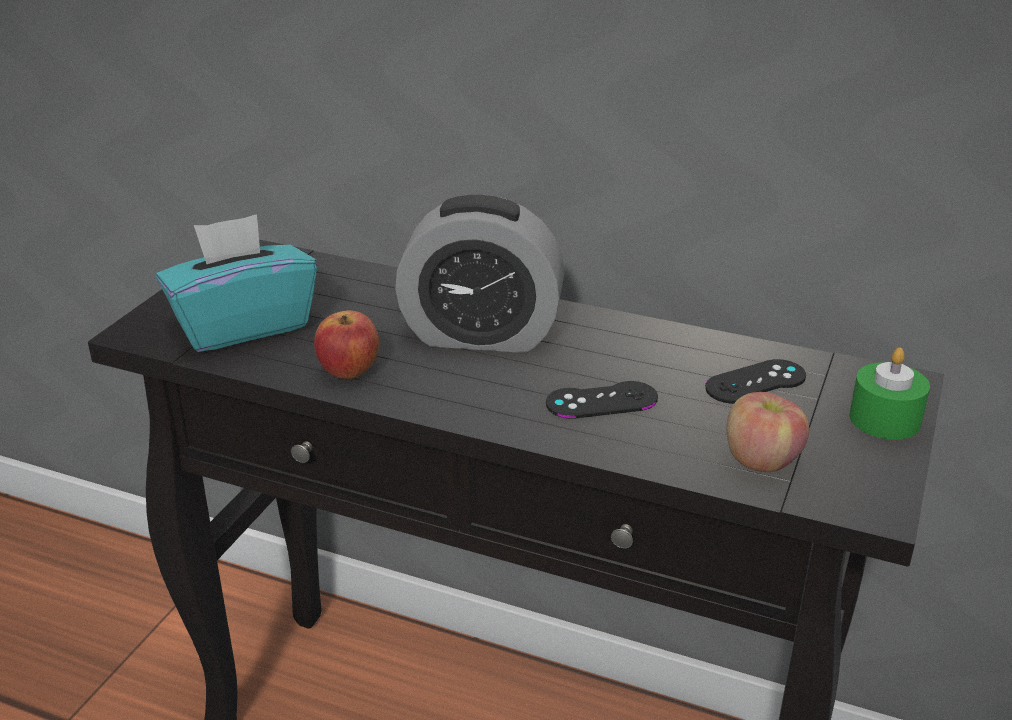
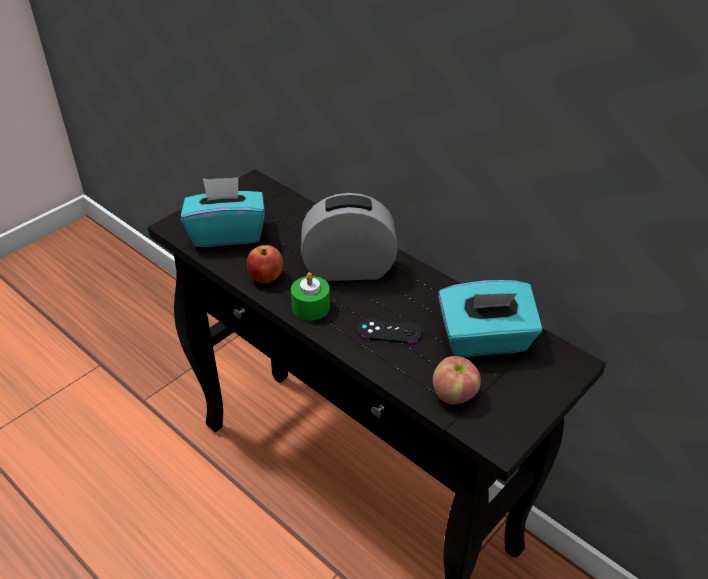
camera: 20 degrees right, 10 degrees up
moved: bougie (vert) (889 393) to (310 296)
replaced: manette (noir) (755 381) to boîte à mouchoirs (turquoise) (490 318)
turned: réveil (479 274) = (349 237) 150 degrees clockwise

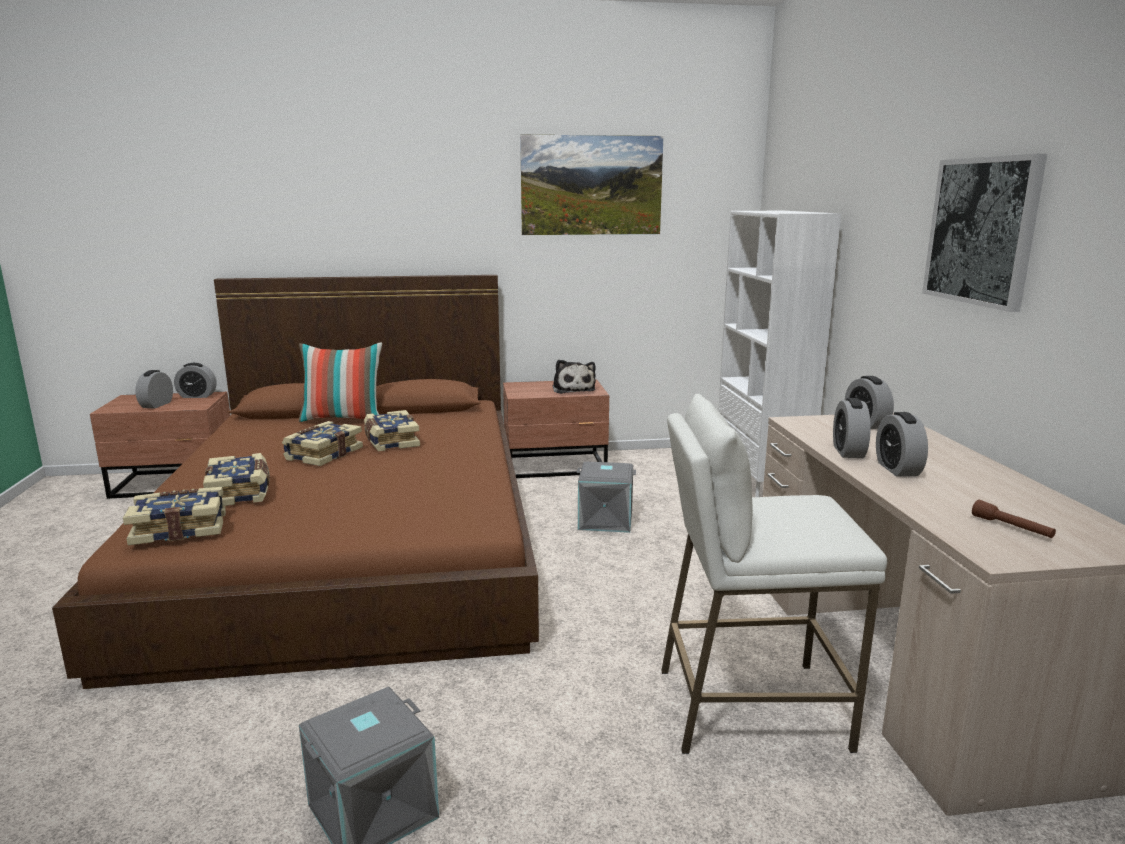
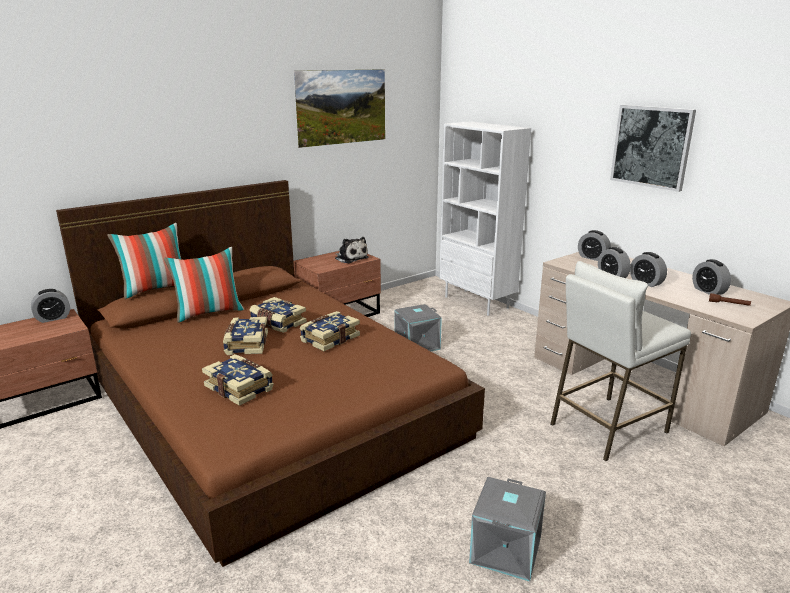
camera: 30 degrees left, 5 degrees up
added: coussin (144 261)
moved: réveil (154 389) to (711 277); livre (174 516) to (330 331)

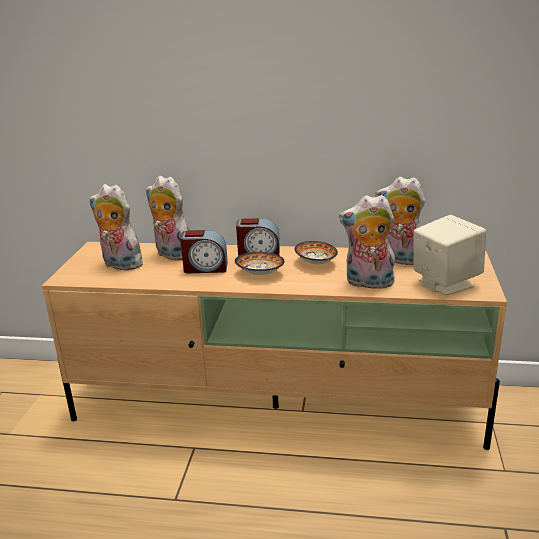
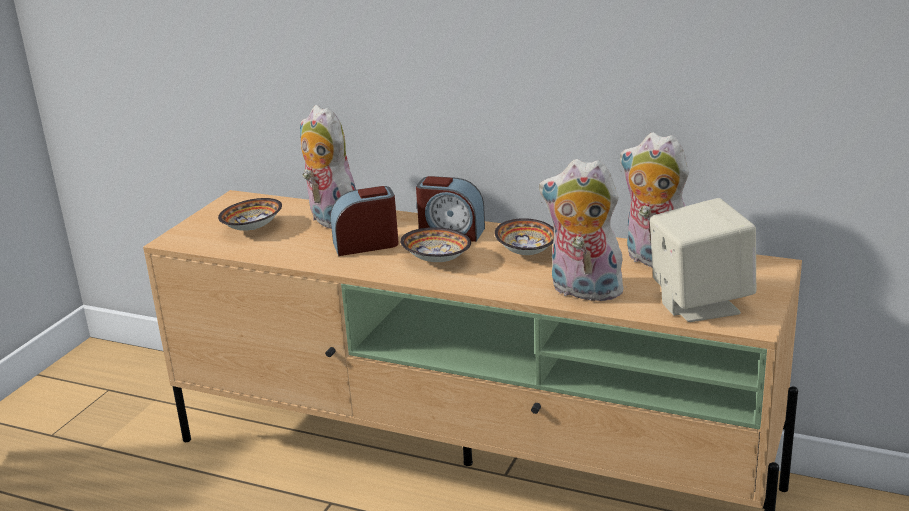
camera: 15 degrees right, 0 degrees up
replaced: peluche (117 227) to bol (250 214)
turned: réveil (204 251) = (364 221) 150 degrees clockwise

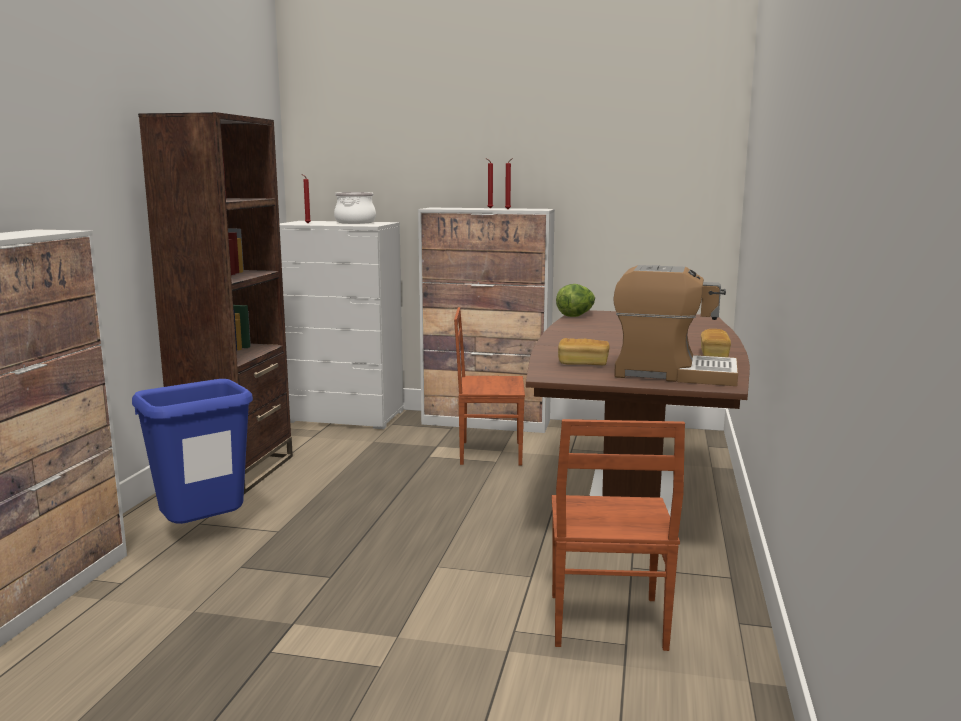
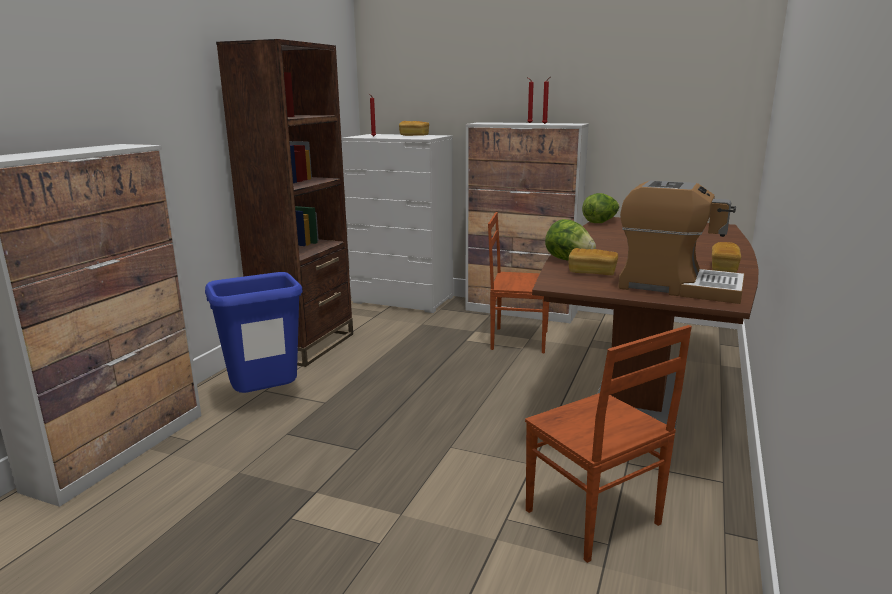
camera: 10 degrees right, 5 degrees up
added: laitue (570 240)
replaced: marmite (355 208) to pain (414 128)
turned: chaise (marron) (618 535) = (608 444) 45 degrees counterclockwise

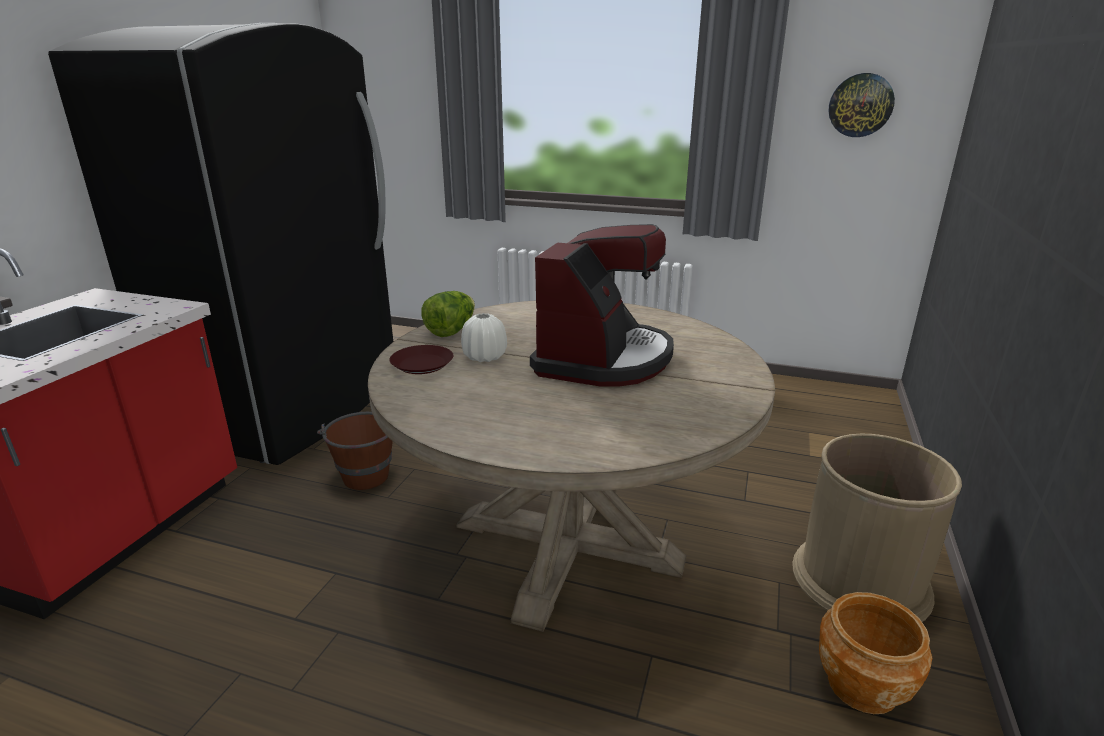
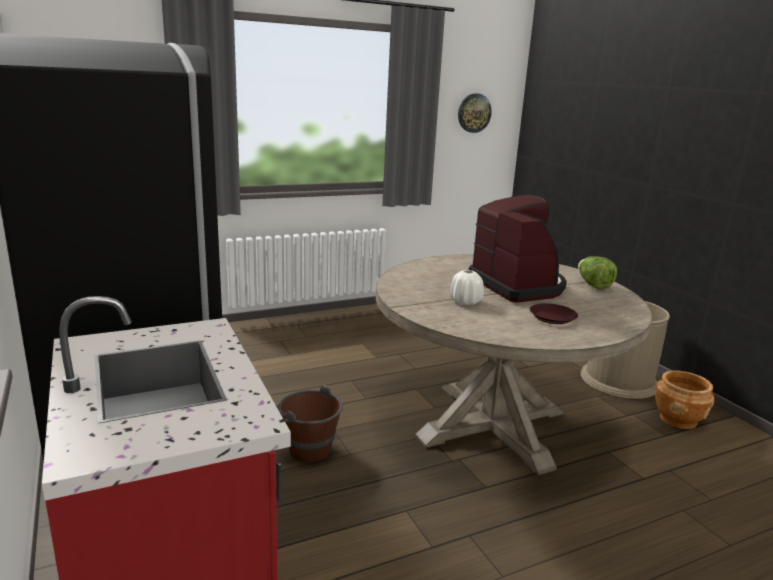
camera: 45 degrees left, 5 degrees down
moved: laitue (448 314) to (597 272); assiette (marron) (421 359) to (554 313)

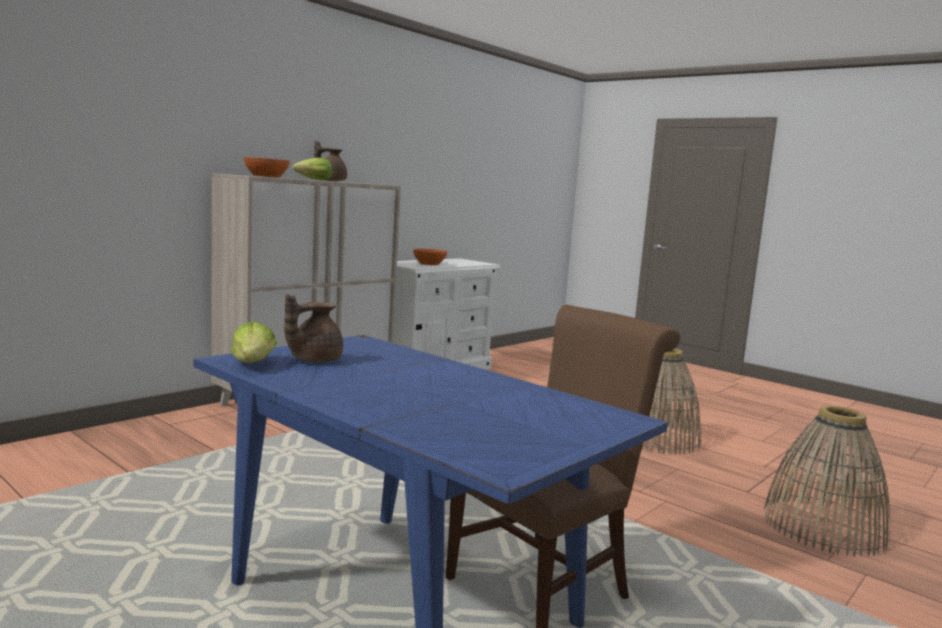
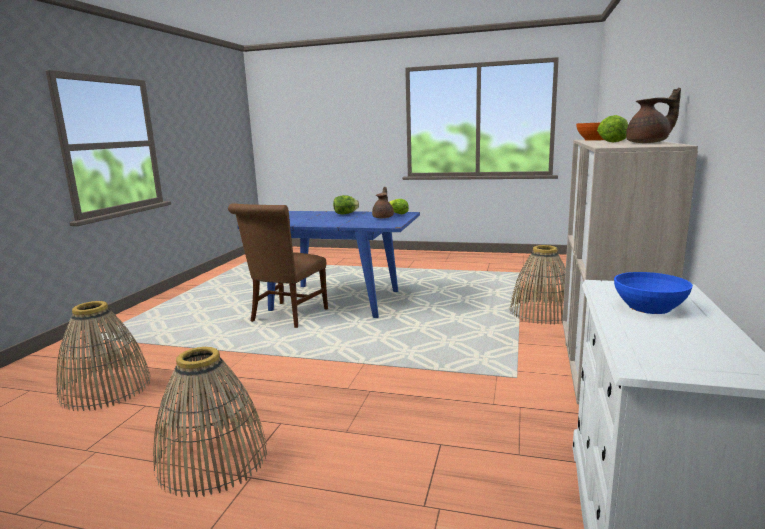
camera: 155 degrees right, 5 degrees up
added: laitue (346 205); panier (537 285)
recoloured: bol (orange) (430 257) to bol (bleu) (653 293)

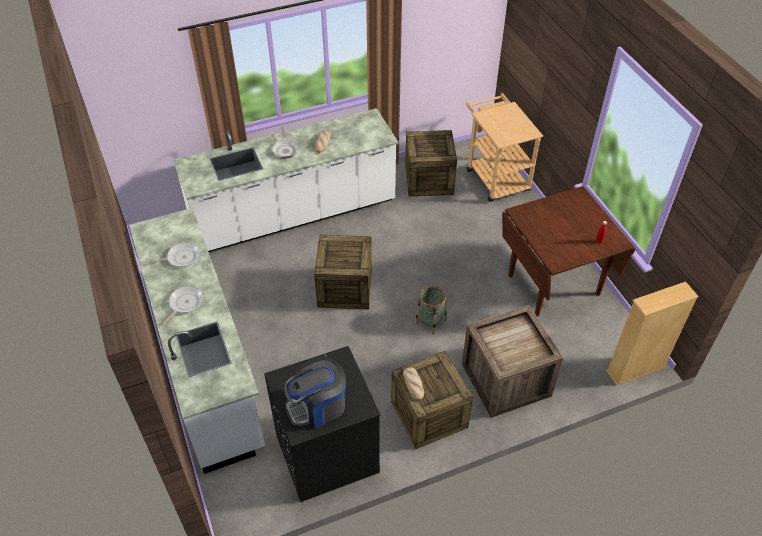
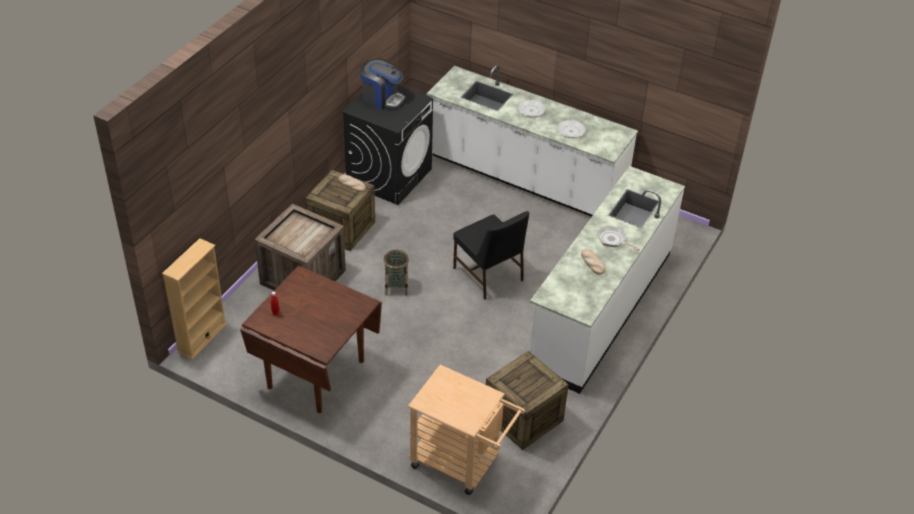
camera: 140 degrees right, 5 degrees down
replaced: caisse (343 272) to chaise (noir) (491 255)
turned: machine à café (315 392) = (383 84) 90 degrees clockwise

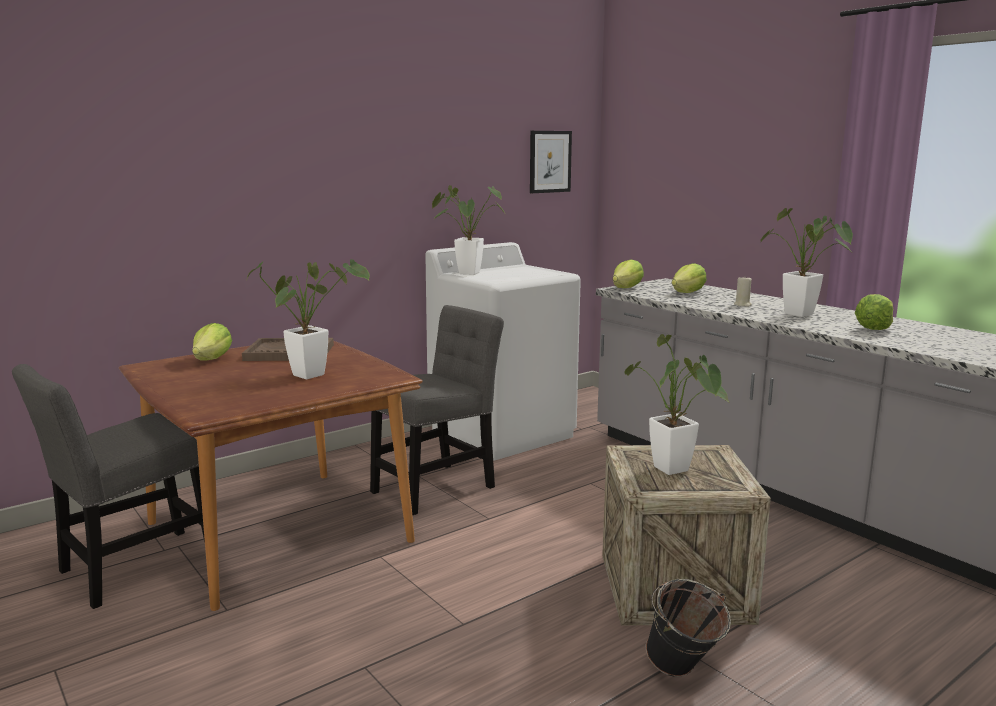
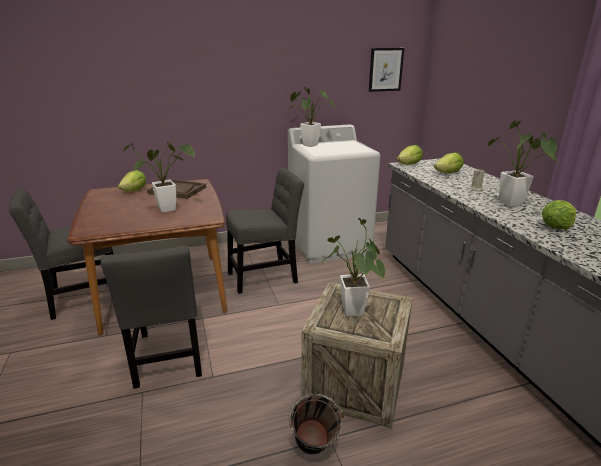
camera: 20 degrees right, 10 degrees up
added: chaise (gris) (151 317)

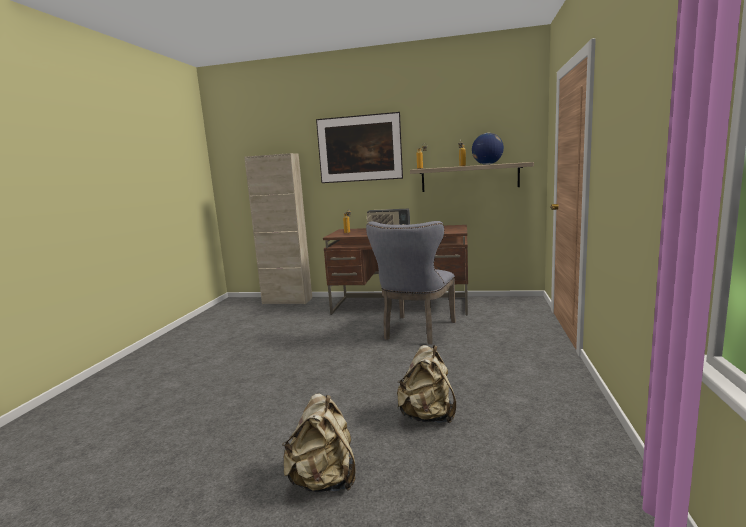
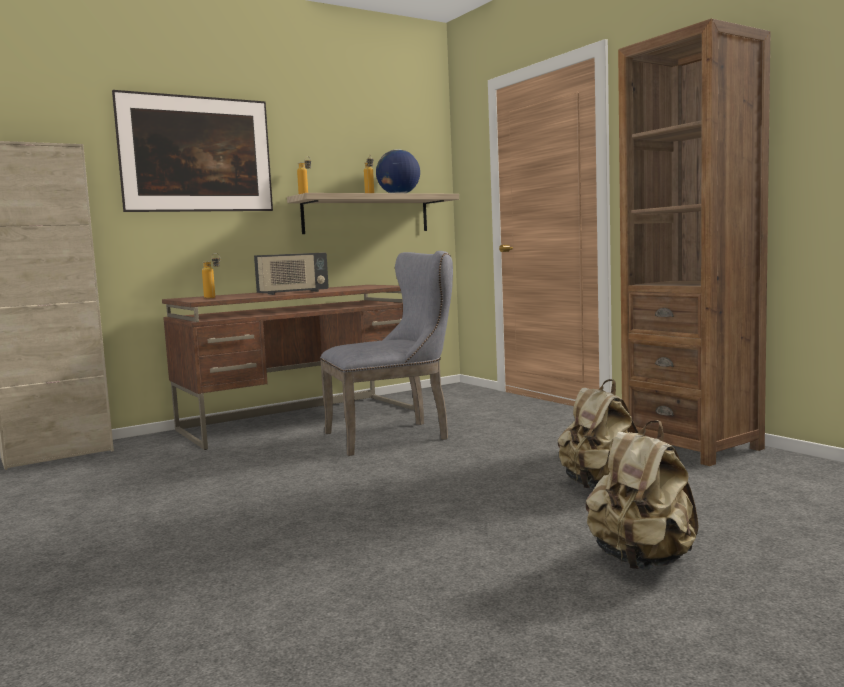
camera: 45 degrees left, 5 degrees down
added: bibliothèque (marron) (694 242)
turned: chaise (gris) (411 283) = (386 353) 90 degrees counterclockwise

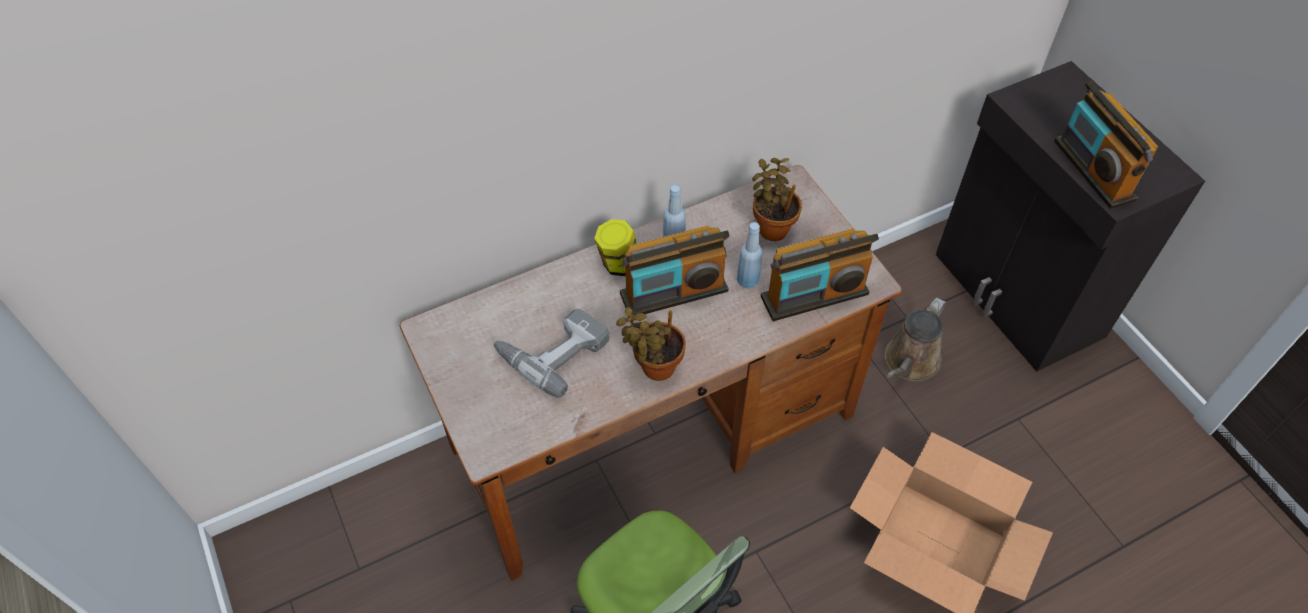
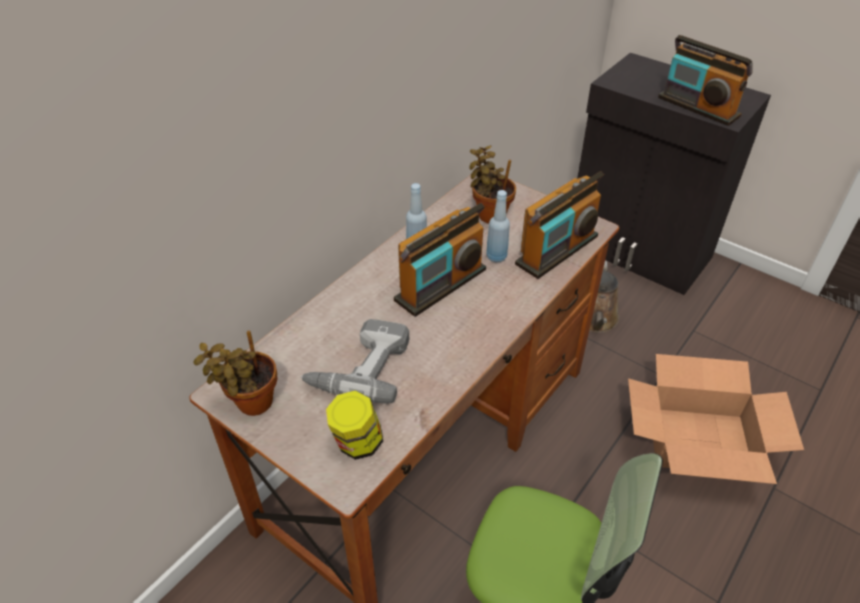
camera: 25 degrees left, 10 degrees down
moved: bocal (615 247) to (354 425); plante en pot (651 344) to (235 373)

